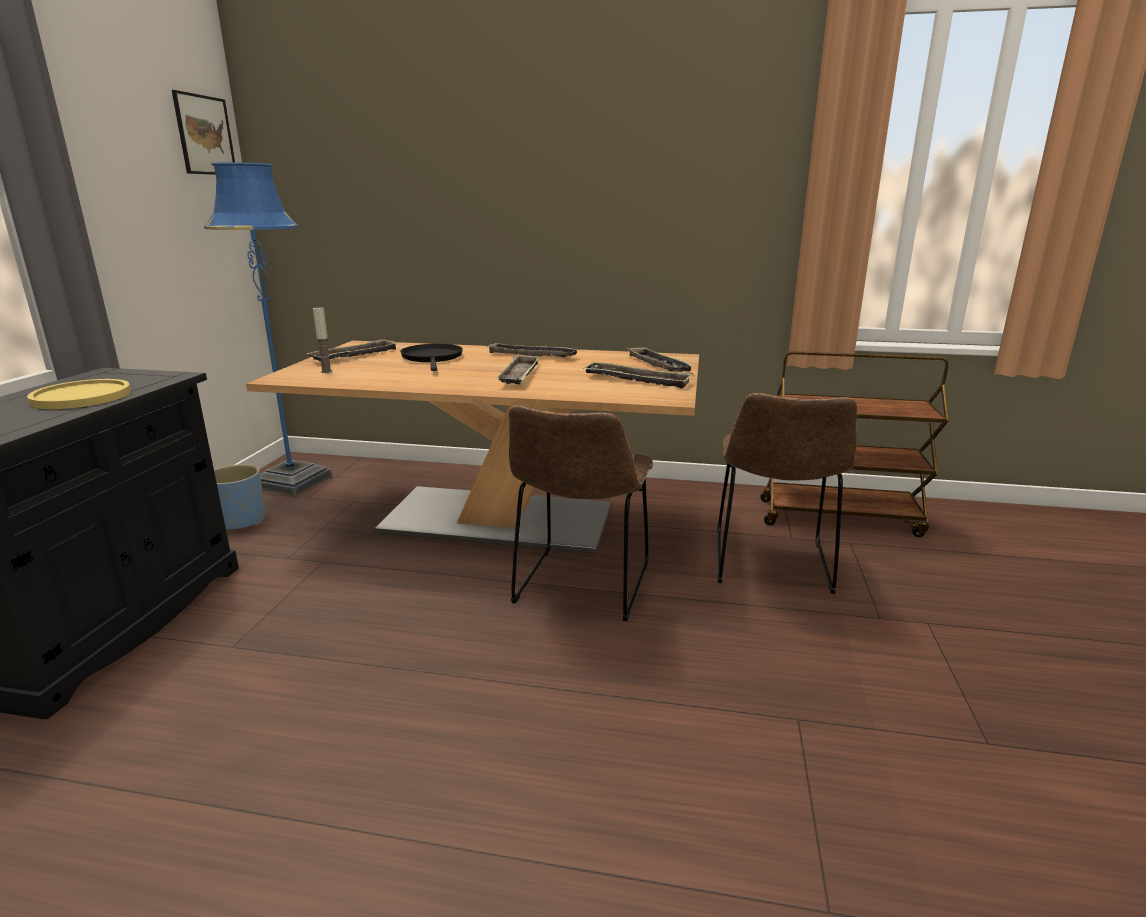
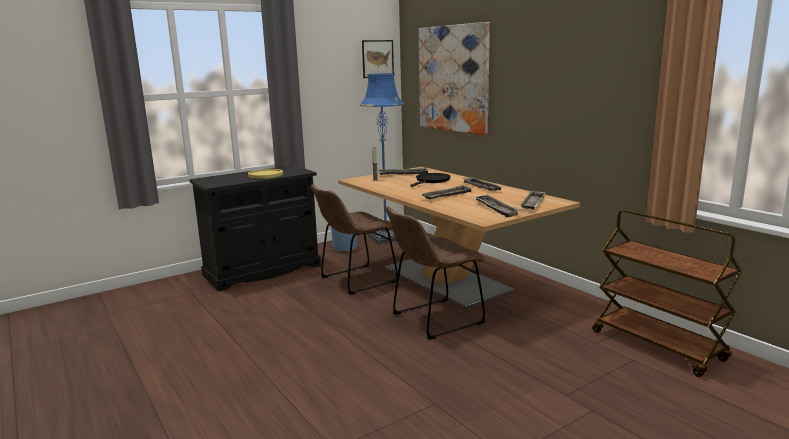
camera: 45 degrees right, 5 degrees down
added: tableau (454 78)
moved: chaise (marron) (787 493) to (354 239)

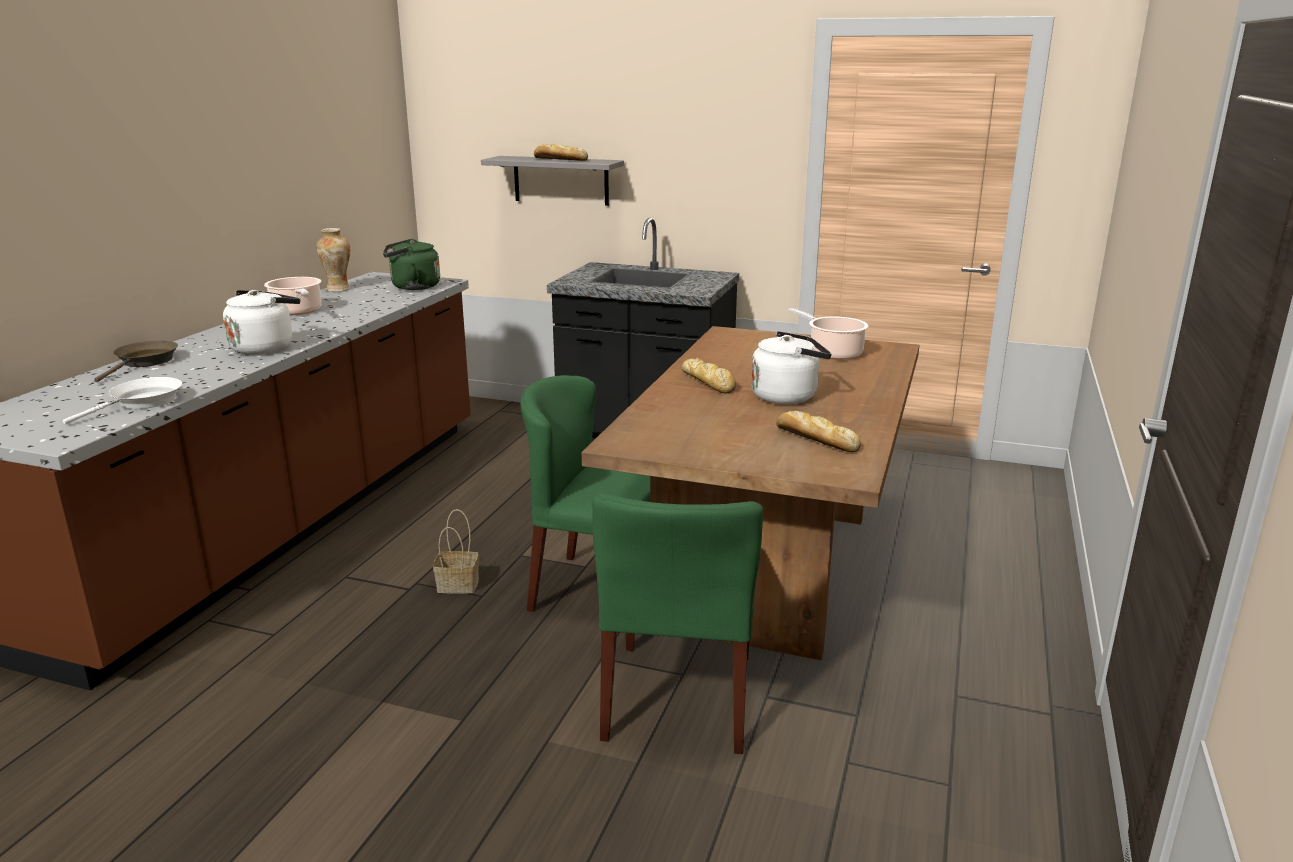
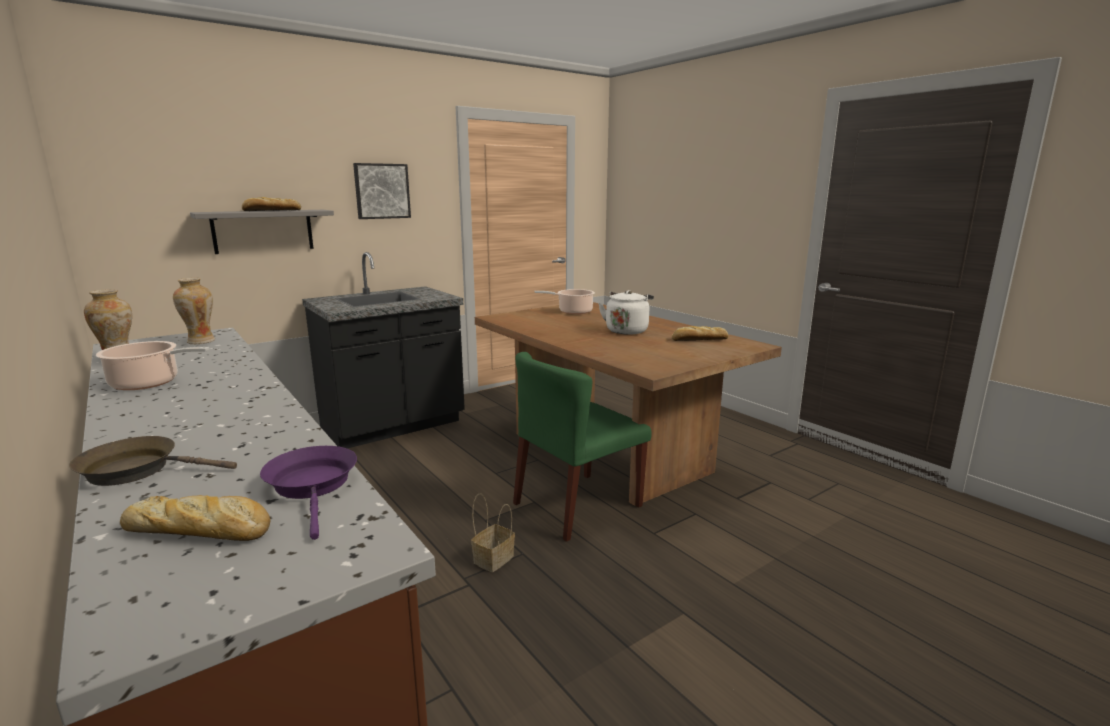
camera: 55 degrees left, 5 degrees down
removed: bouilloire (blanc) (261 322); chaise (vert) (677 623)
added: tableau (382 191)
moved: pain (709 376) to (195 518)
replaced: bouilloire (vert) (411 264) to vase (194 311)
recoloured: poêle (blanc) (122 401) to poêle (violet) (308 493)
turned: poêle (marron) (136 361) = (153 461) 45 degrees counterclockwise

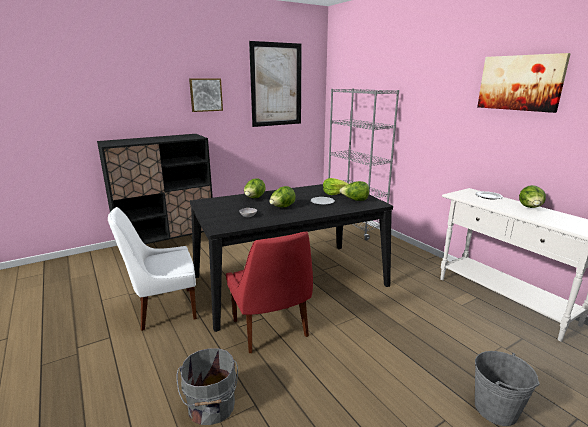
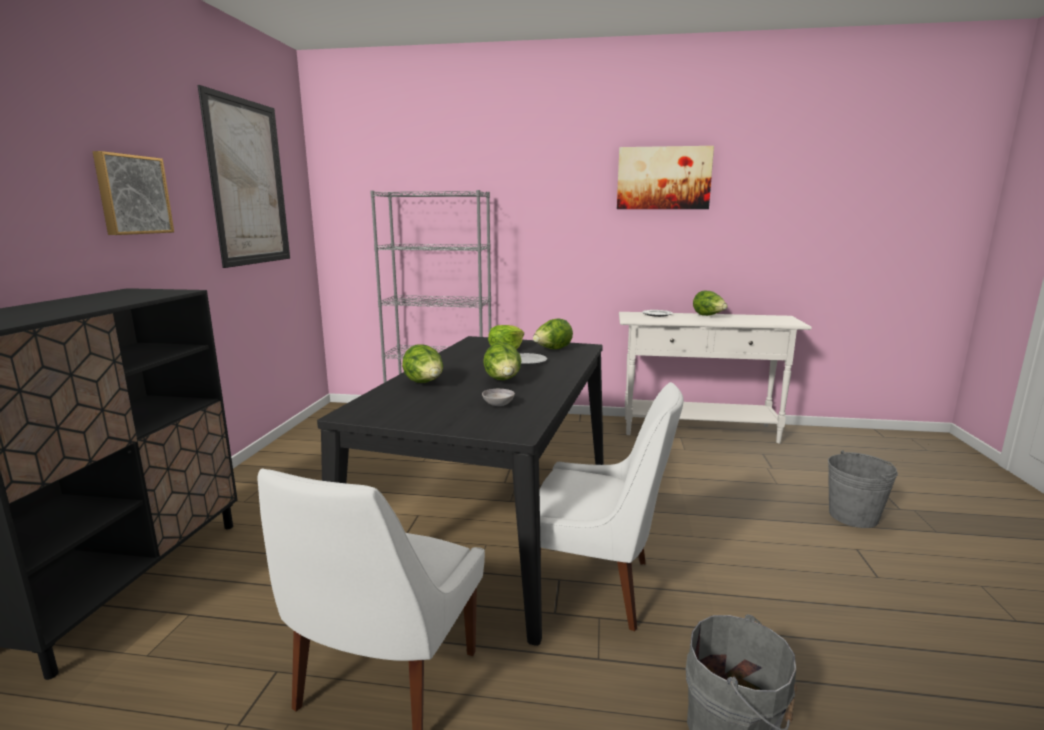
camera: 50 degrees left, 5 degrees down
recoloured: chaise (rouge) (269 292) to chaise (blanc) (612 507)

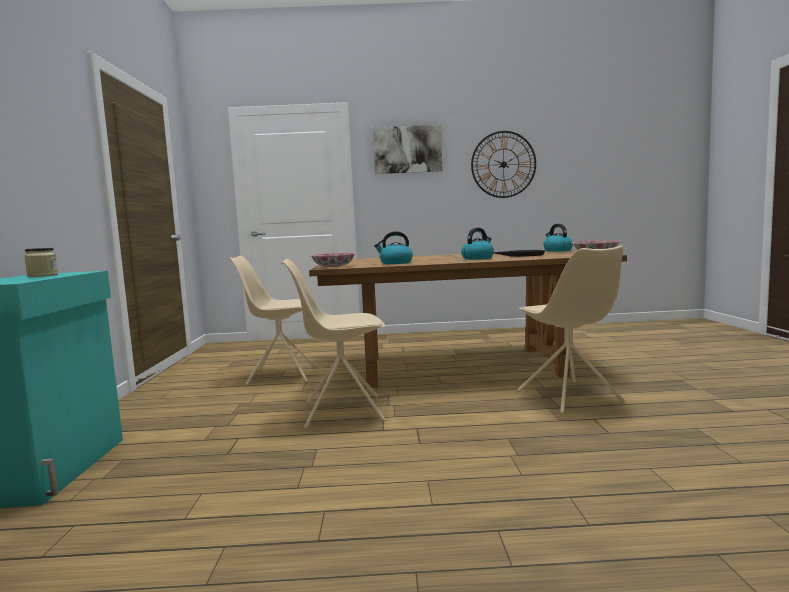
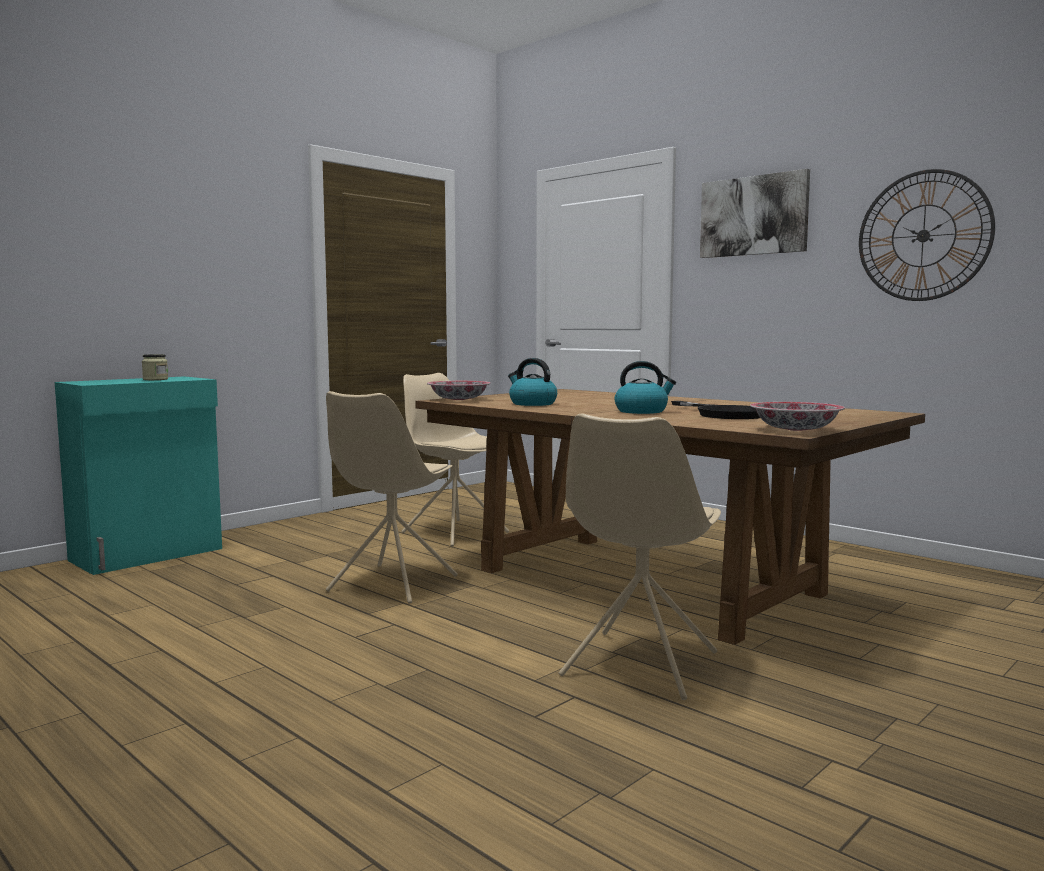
camera: 45 degrees right, 0 degrees up
removed: bouilloire (558 238)
turned: chaise (beige) (333 344) = (392 497) 105 degrees counterclockwise

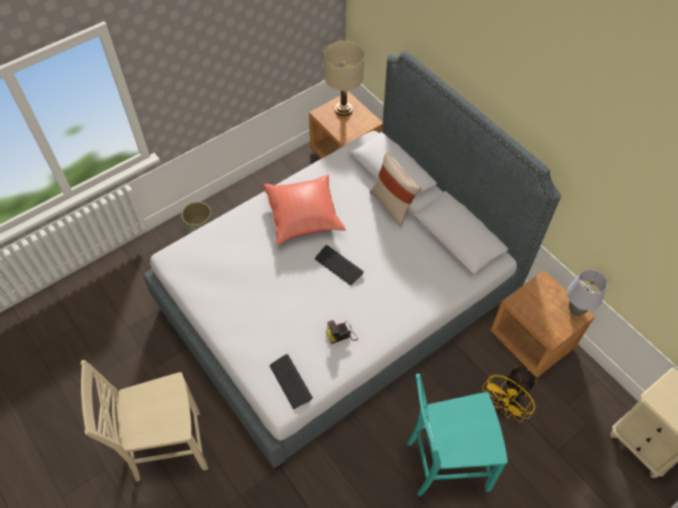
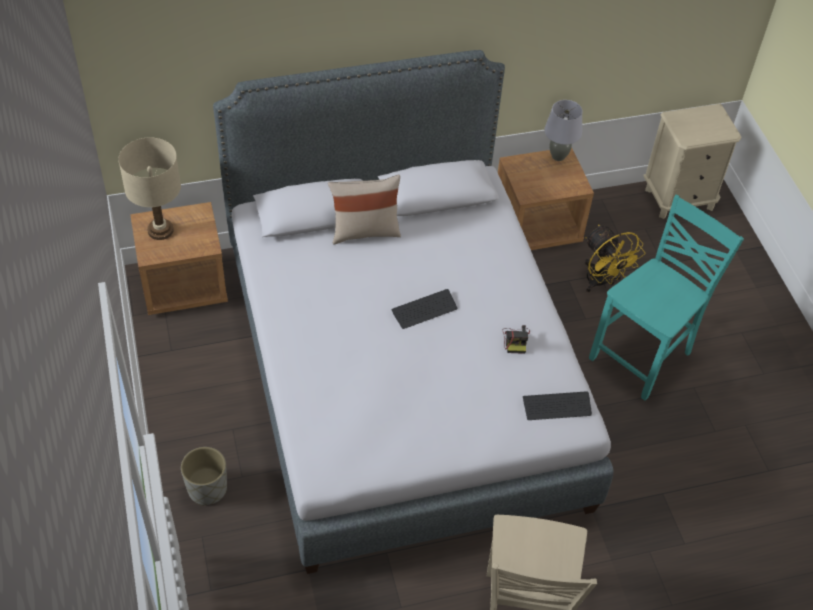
camera: 70 degrees left, 5 degrees down
removed: coussin (rouge) (305 209)
turned: chaise (turquoise) (457 435) = (666 298) 150 degrees counterclockwise

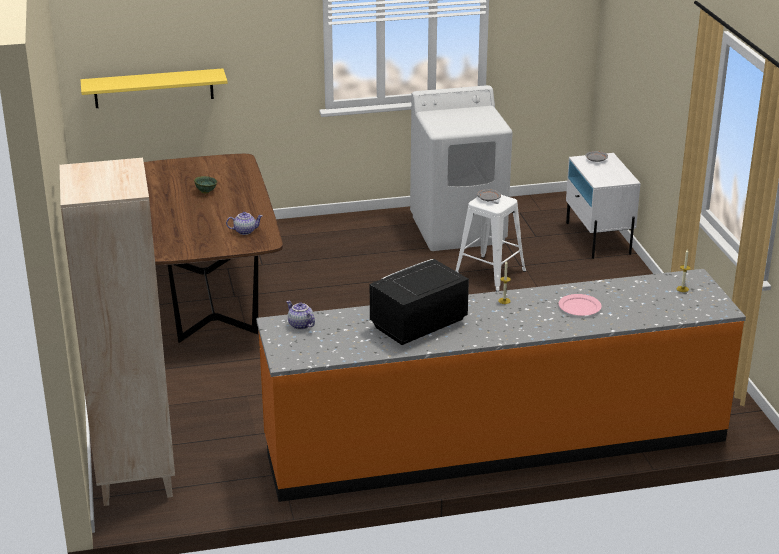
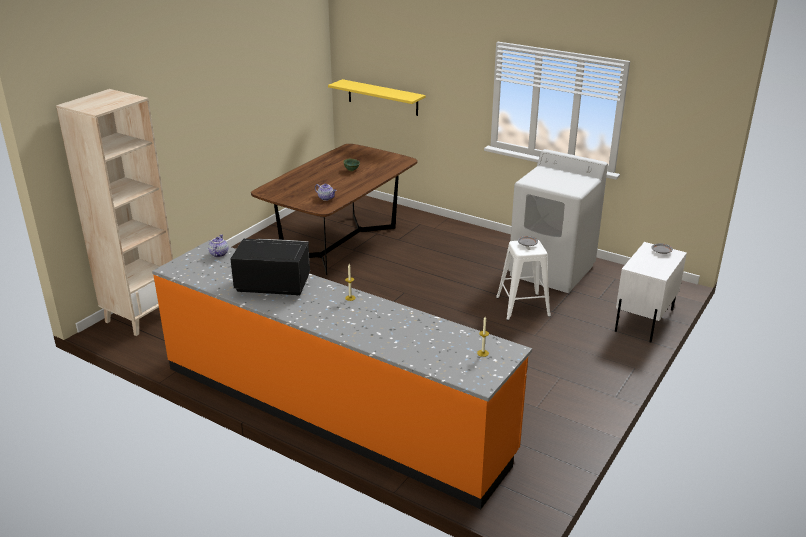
camera: 45 degrees right, 0 degrees up
removed: assiette (rose) (580 305)

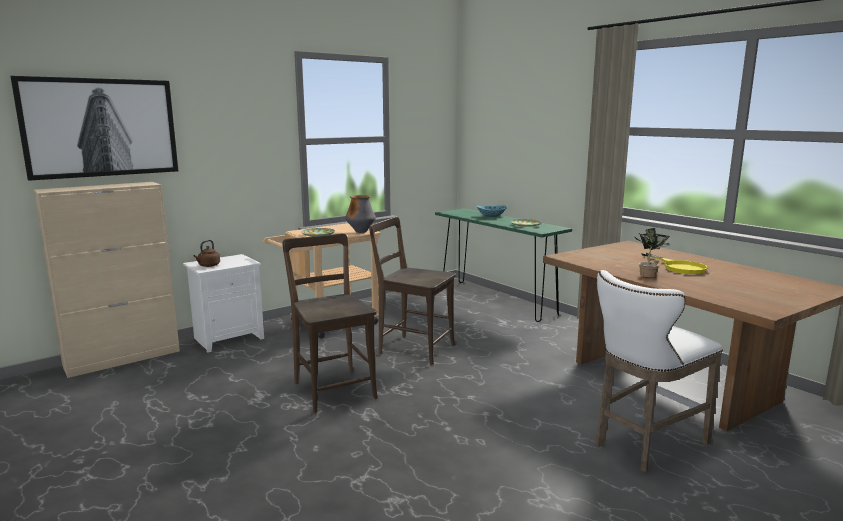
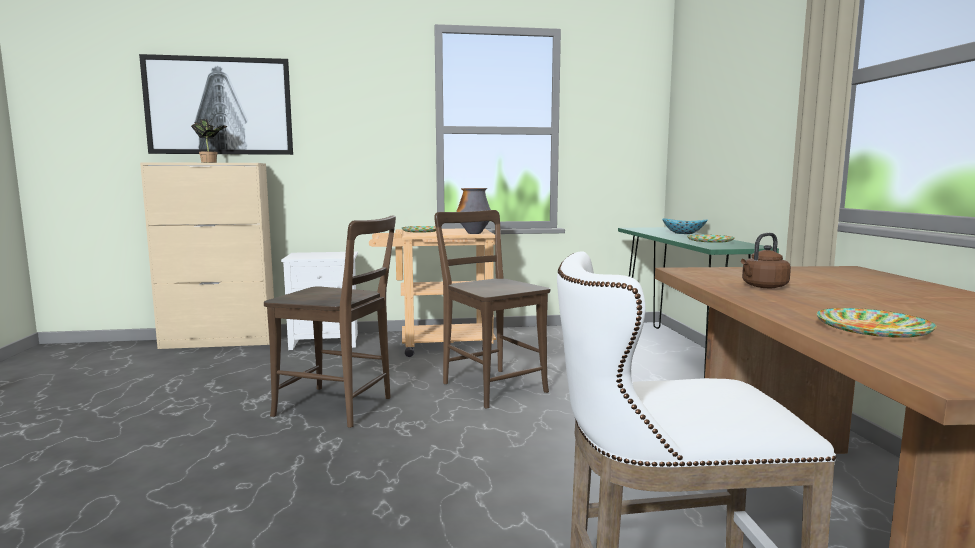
camera: 30 degrees right, 5 degrees down
removed: poêle (jaune) (674 263)
added: assiette (876 323)
moved: plante en pot (652 252) to (209 141); bouilloire (marron) (206 253) to (766 260)
turned: chaise (marron) (330 323) = (330 321) 105 degrees clockwise

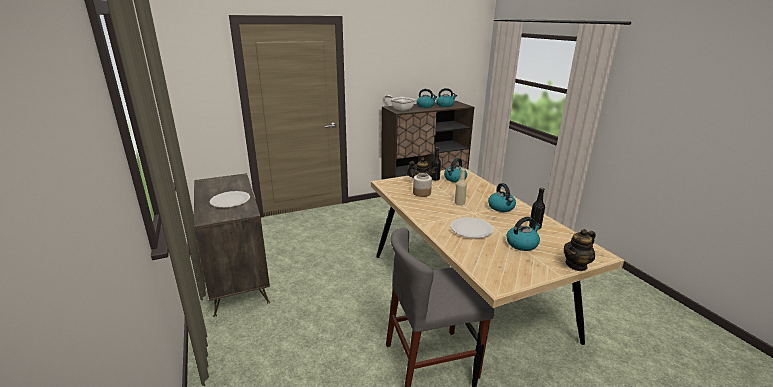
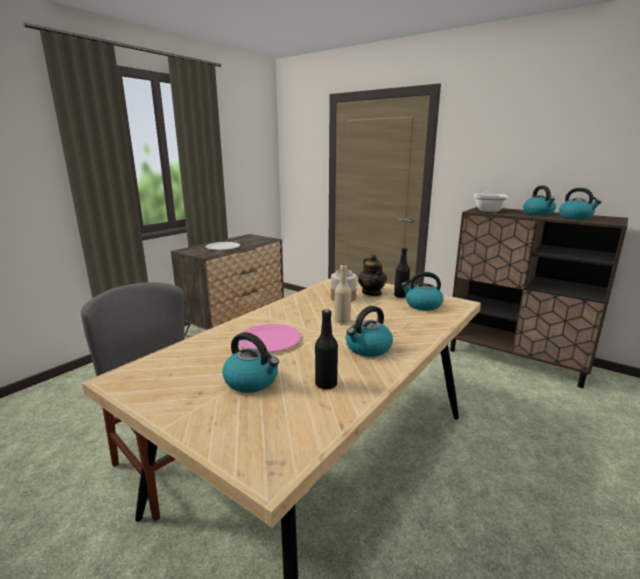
camera: 60 degrees right, 5 degrees down
removed: théière (580 250)
recoloured: assiette (blanc) (472 227) to assiette (rose) (269 338)

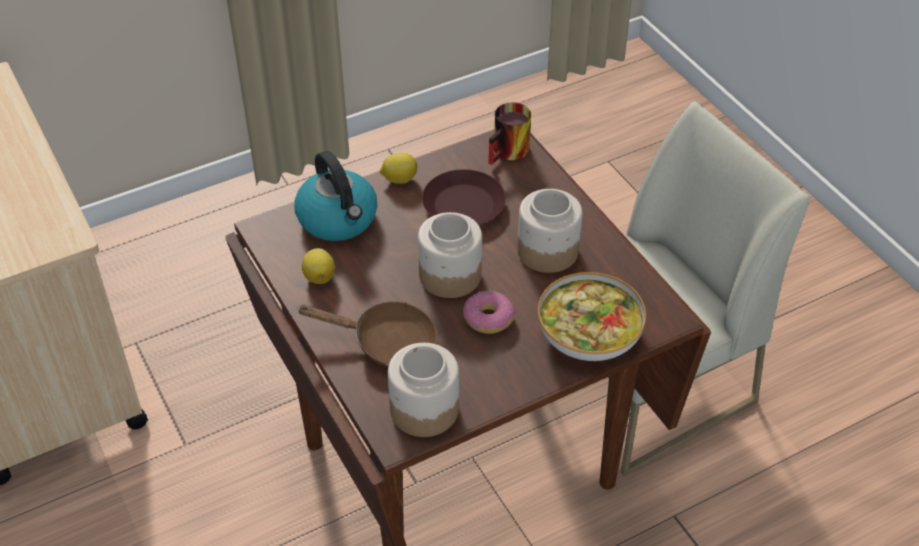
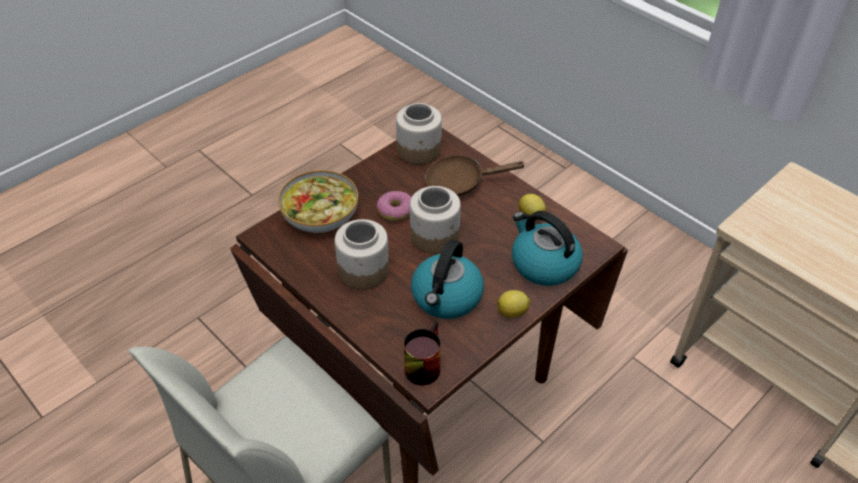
camera: 165 degrees right, 0 degrees up
replaced: assiette (marron) (464 197) to bouilloire (447 279)

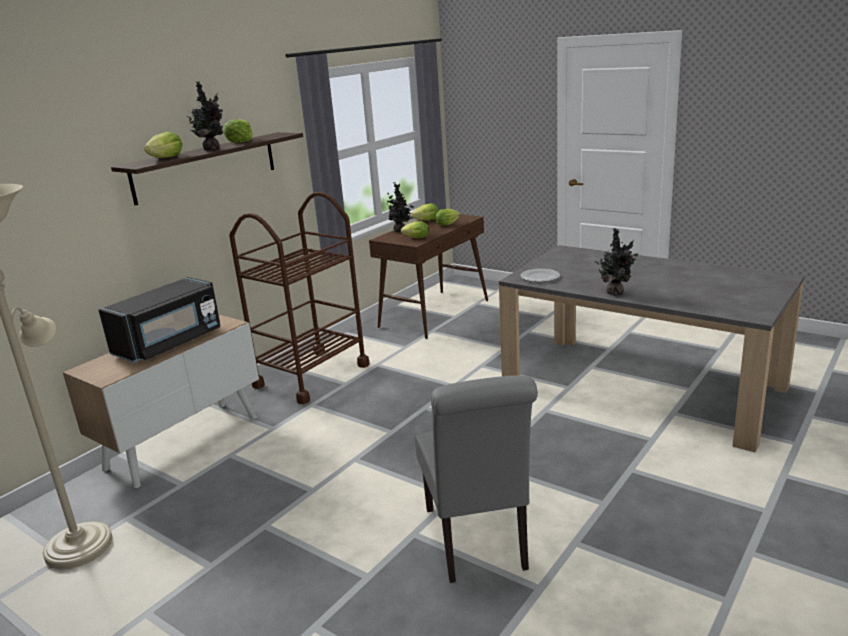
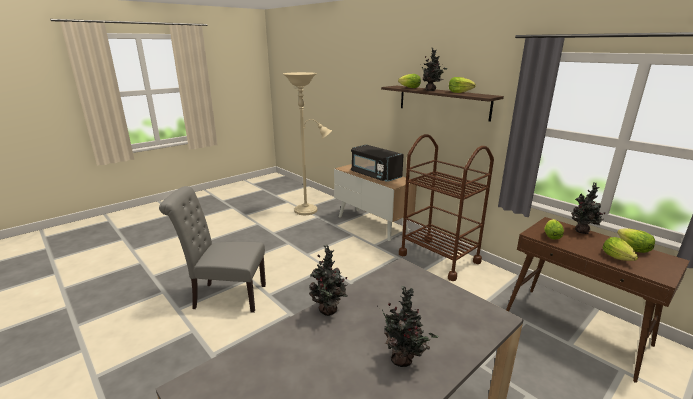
camera: 100 degrees right, 0 degrees up
removed: assiette (540 275)
added: plante en pot (407 326)

